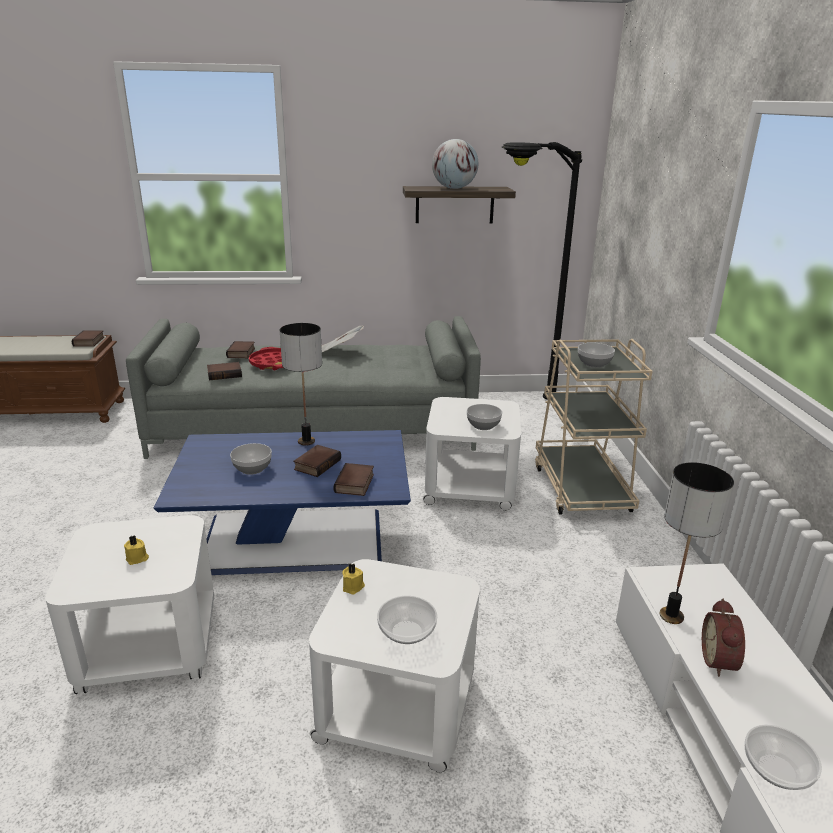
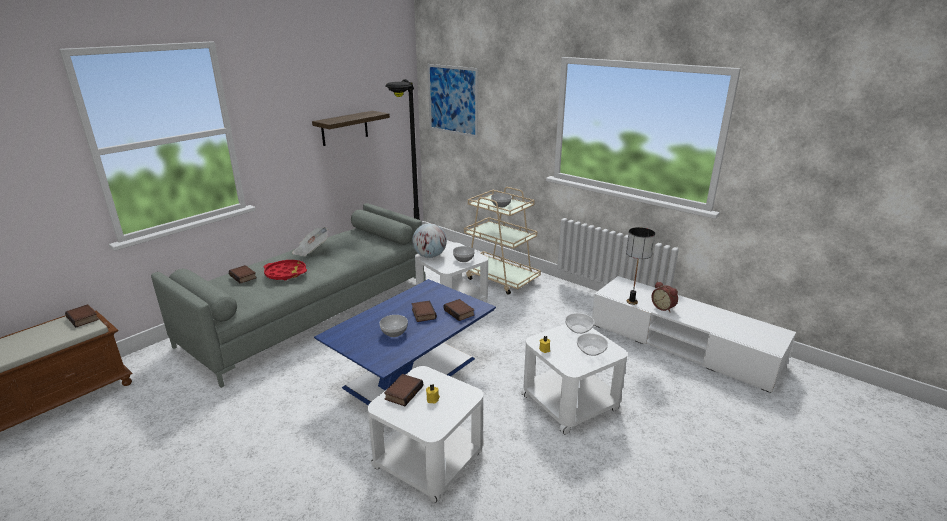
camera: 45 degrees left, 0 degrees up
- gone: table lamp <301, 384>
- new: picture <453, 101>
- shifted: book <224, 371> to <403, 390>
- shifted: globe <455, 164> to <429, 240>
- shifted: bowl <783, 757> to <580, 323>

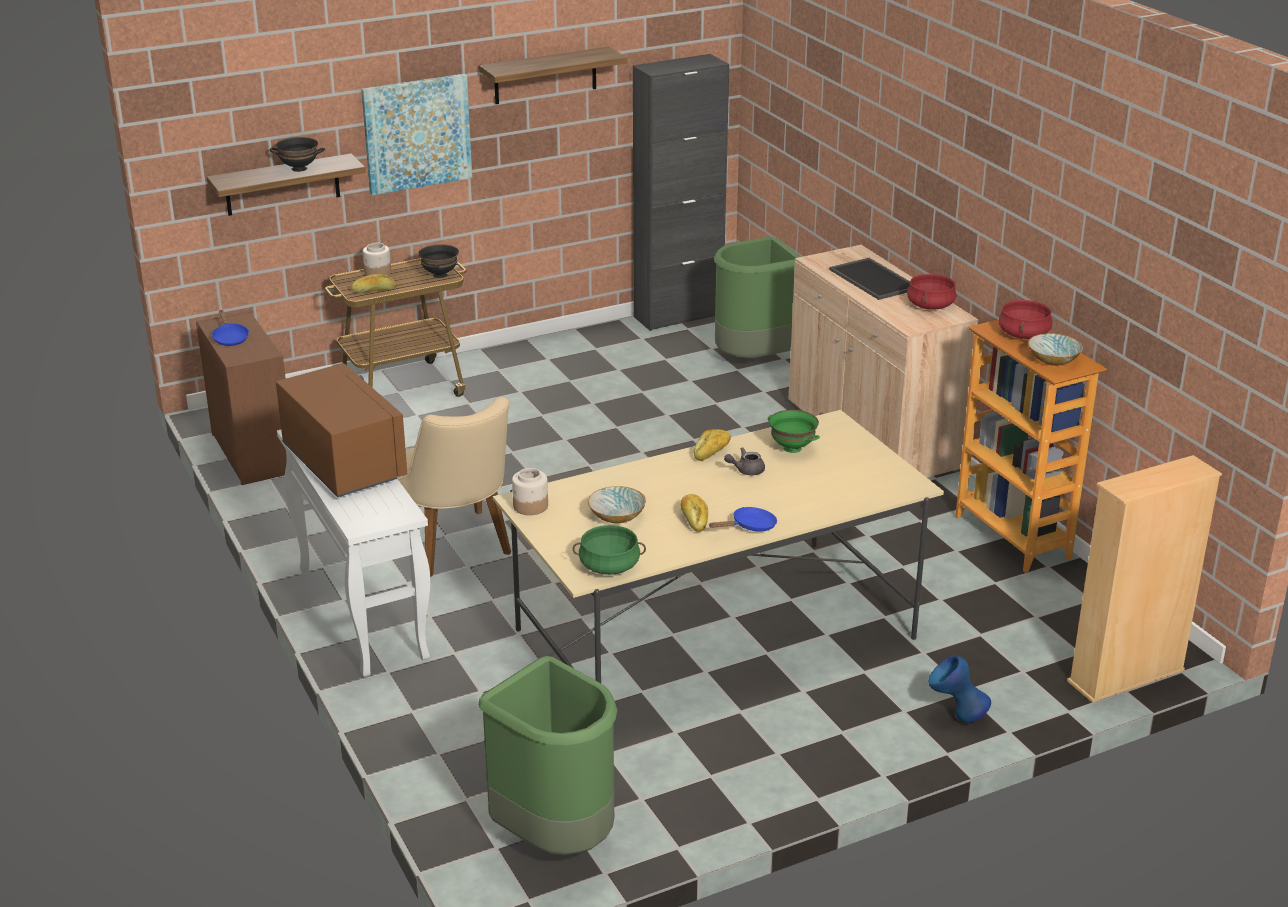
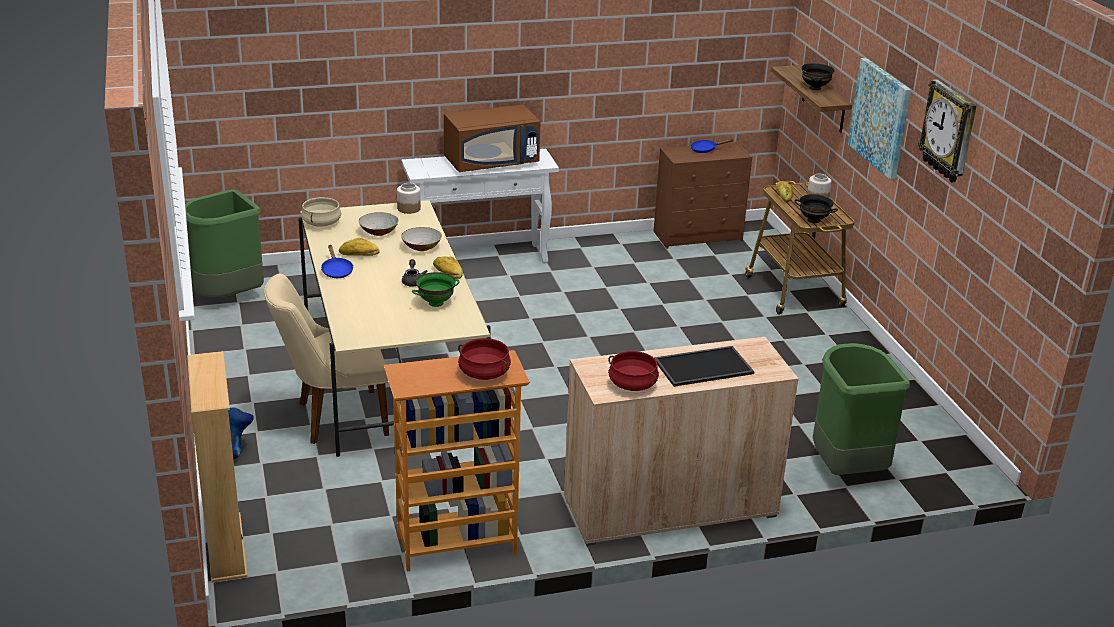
camera: 100 degrees right, 0 degrees up
- gone: black cabinet <681, 192>
- shifted: beige chair <454, 487> to <326, 359>
- shifted: bowl <1055, 349> to <421, 239>
- swapped: shelf <553, 75> to wall clock <947, 130>
- repainted: green cooking pot <609, 550> to beige cooking pot <321, 212>

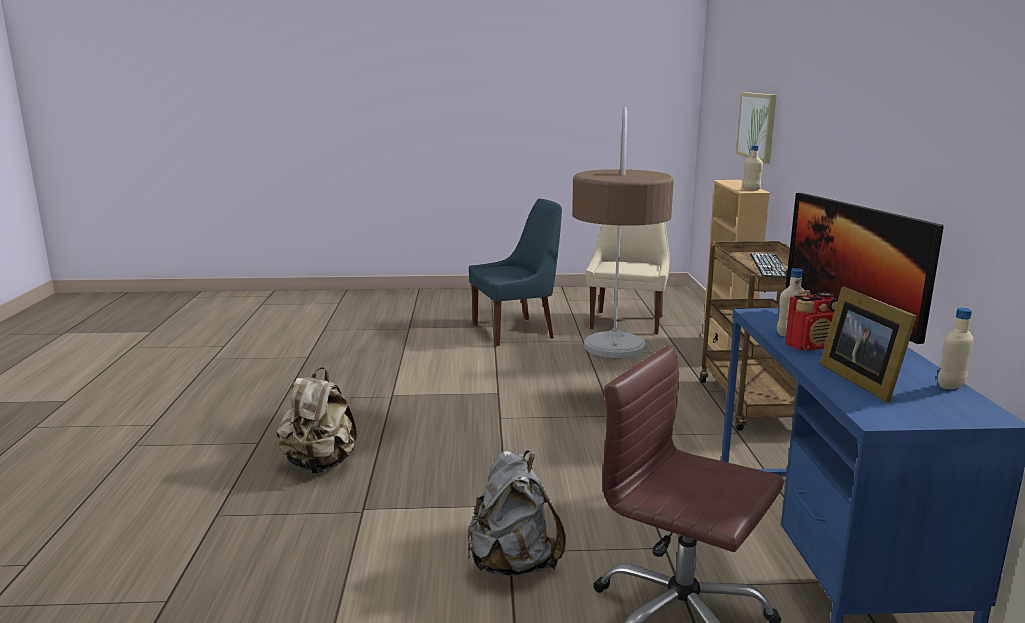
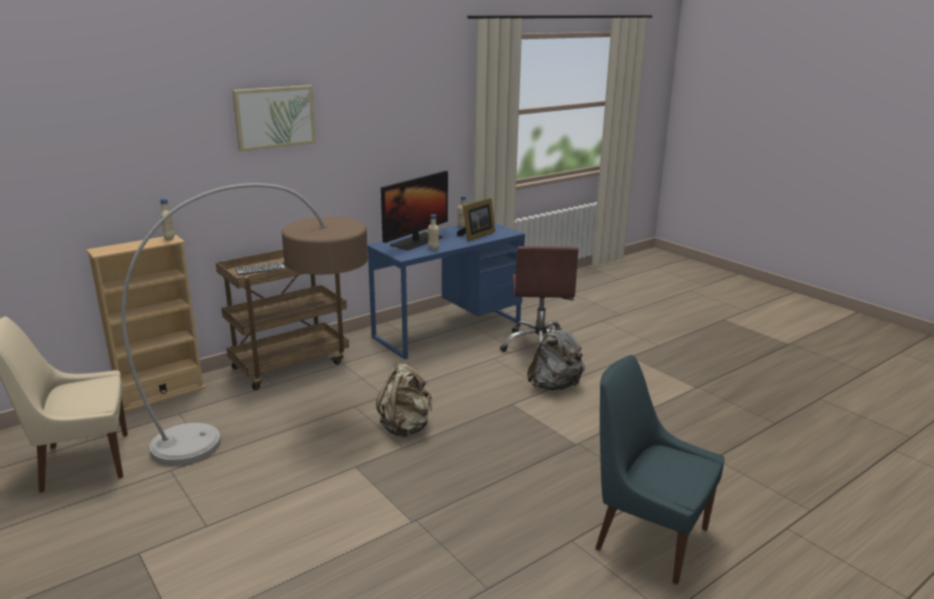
camera: 125 degrees left, 5 degrees up
- gone: radio <811, 320>
- shifted: beige backpack <317, 420> to <404, 399>
- shifted: blue chair <515, 272> to <660, 470>
- shifted: picture <756, 127> to <274, 118>

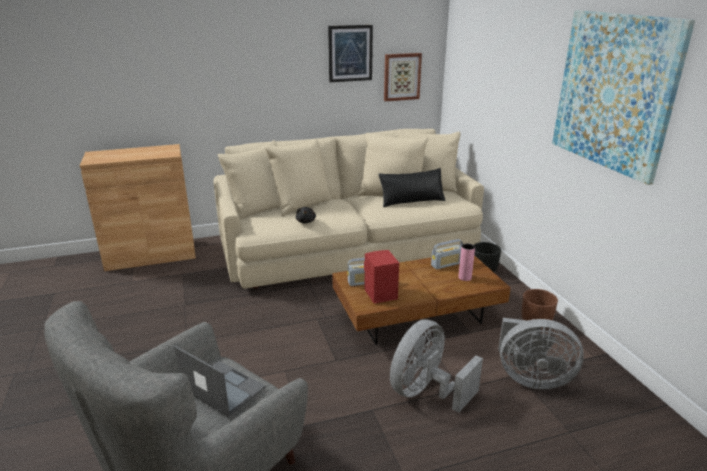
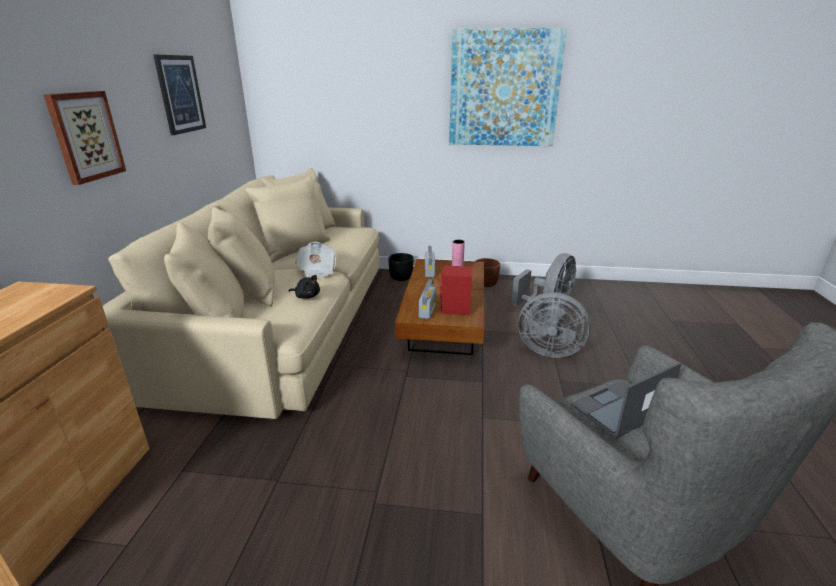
camera: 65 degrees left, 0 degrees up
- gone: black pillow <412, 187>
- new: newspaper <316, 260>
- shifted: picture <403, 77> to <84, 138>
- rotated: grey fan <436, 366> = <554, 325> 45 degrees counterclockwise

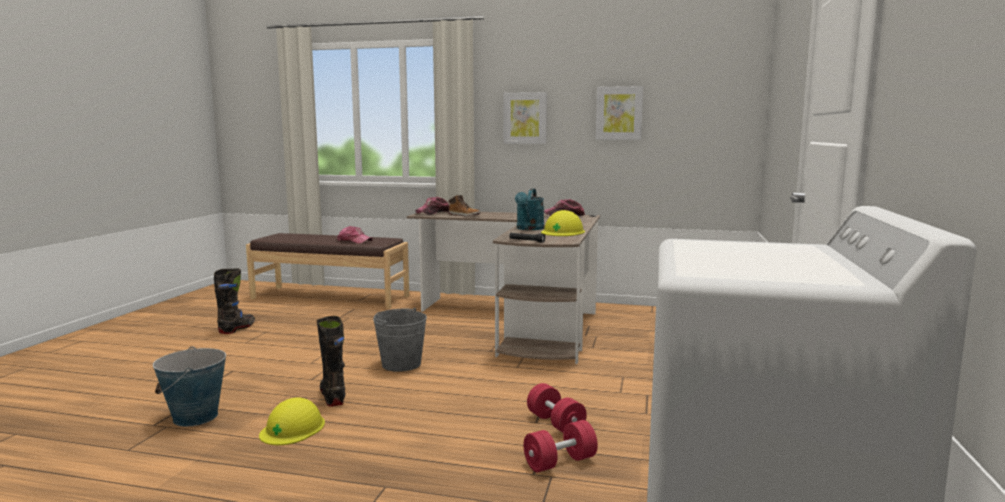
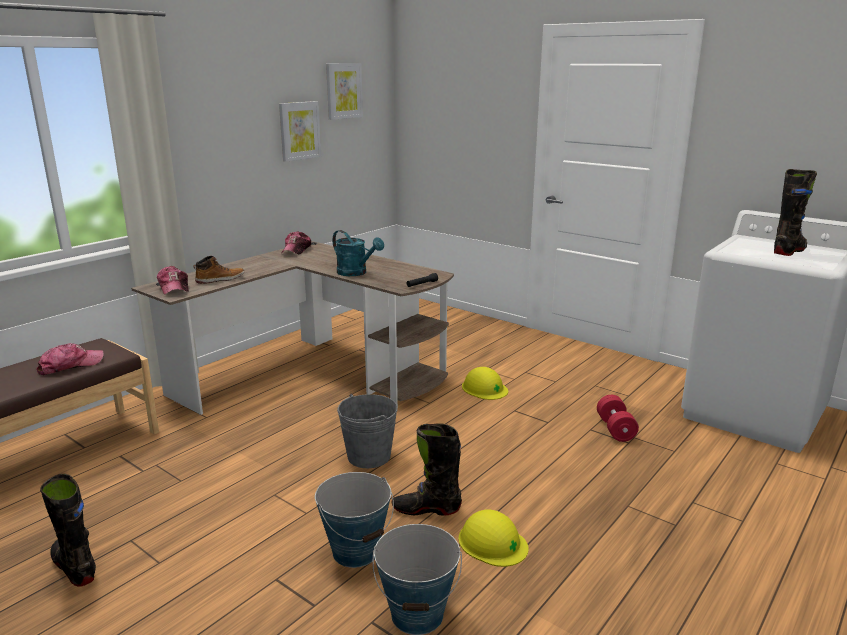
camera: 65 degrees left, 10 degrees up
- gone: red dumbbell <557, 408>
- new: bucket <354, 520>
- new: black boot <795, 212>
- shifted: picture <525, 118> to <344, 91>
- shifted: yellow hard hat <563, 223> to <485, 383>

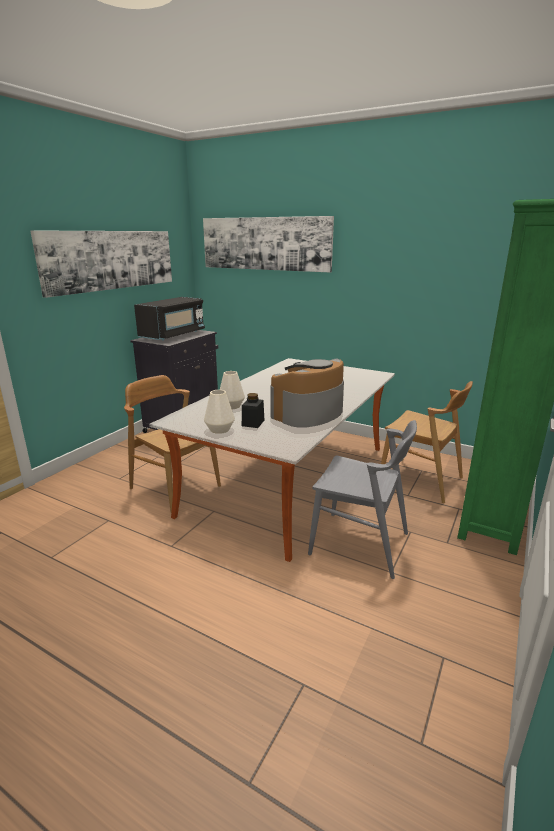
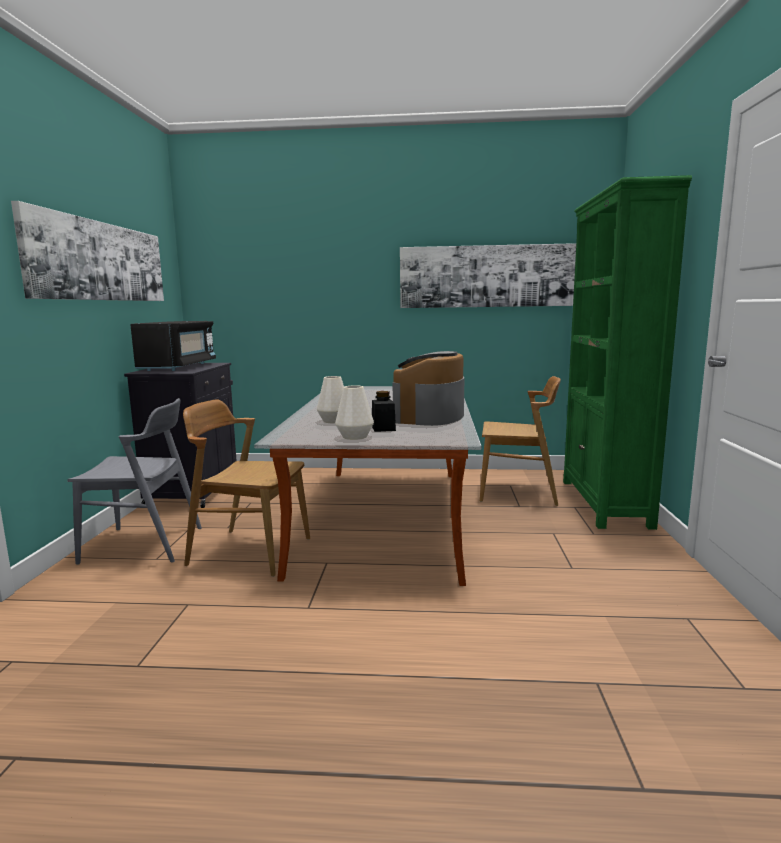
camera: 25 degrees left, 10 degrees down
- shifted: picture <268, 244> to <488, 275>
- shifted: grey chair <362, 499> to <135, 481>

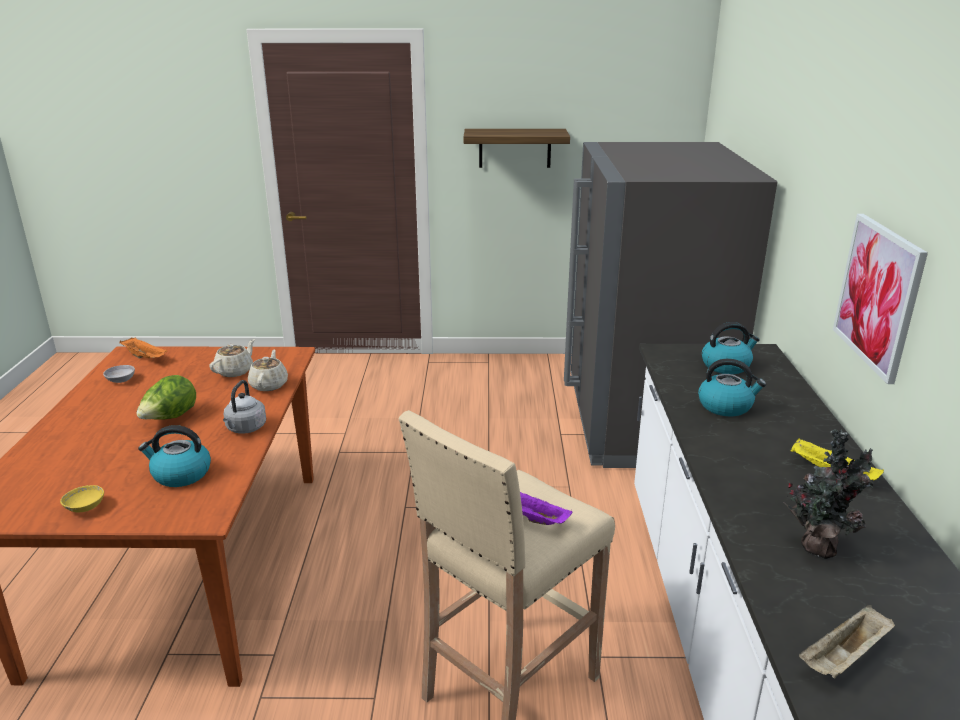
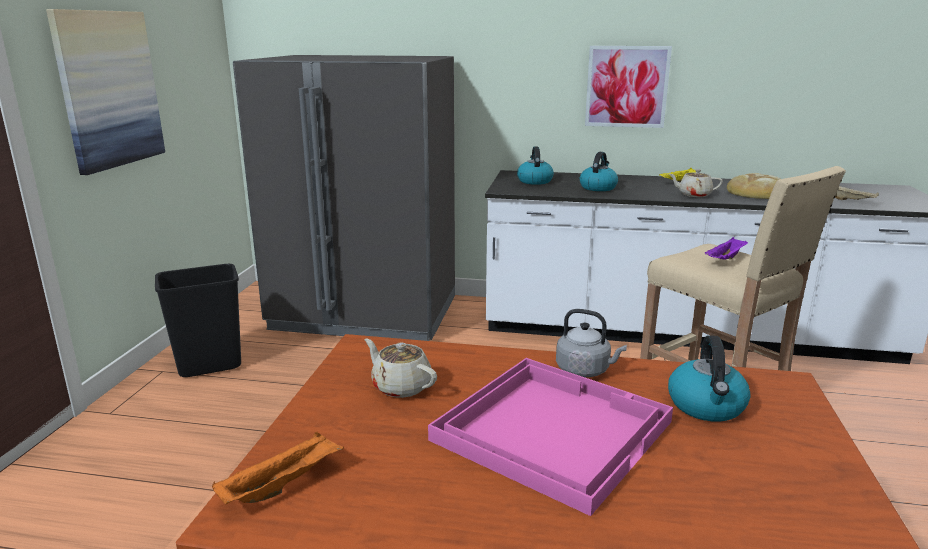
camera: 80 degrees left, 5 degrees down
- gone: yellow bowl <82, 498>
- gone: grey bowl <119, 374>
- new: black trash can <198, 320>
- shifted: beige teapot <268, 370> to <696, 183>
- swapped: lettuce <166, 397> to pink tray <550, 437>
- swapped: shelf <516, 148> to picture <105, 92>
- swapped: potted plant <828, 494> to bread <753, 186>

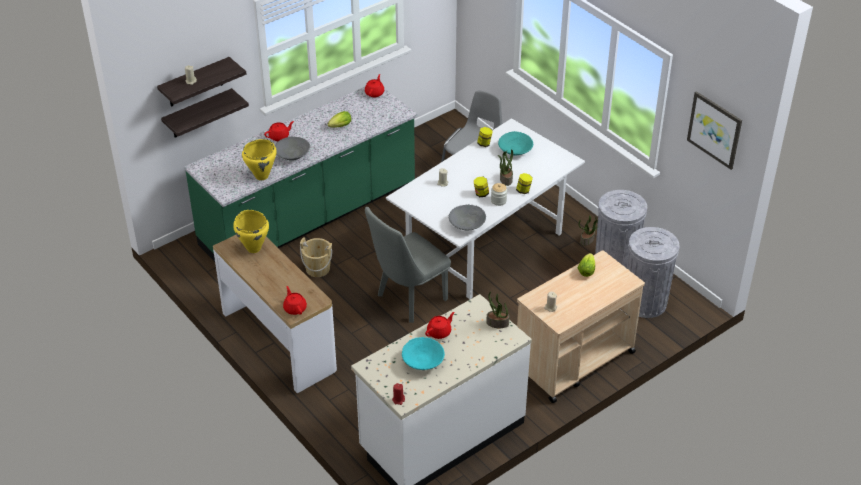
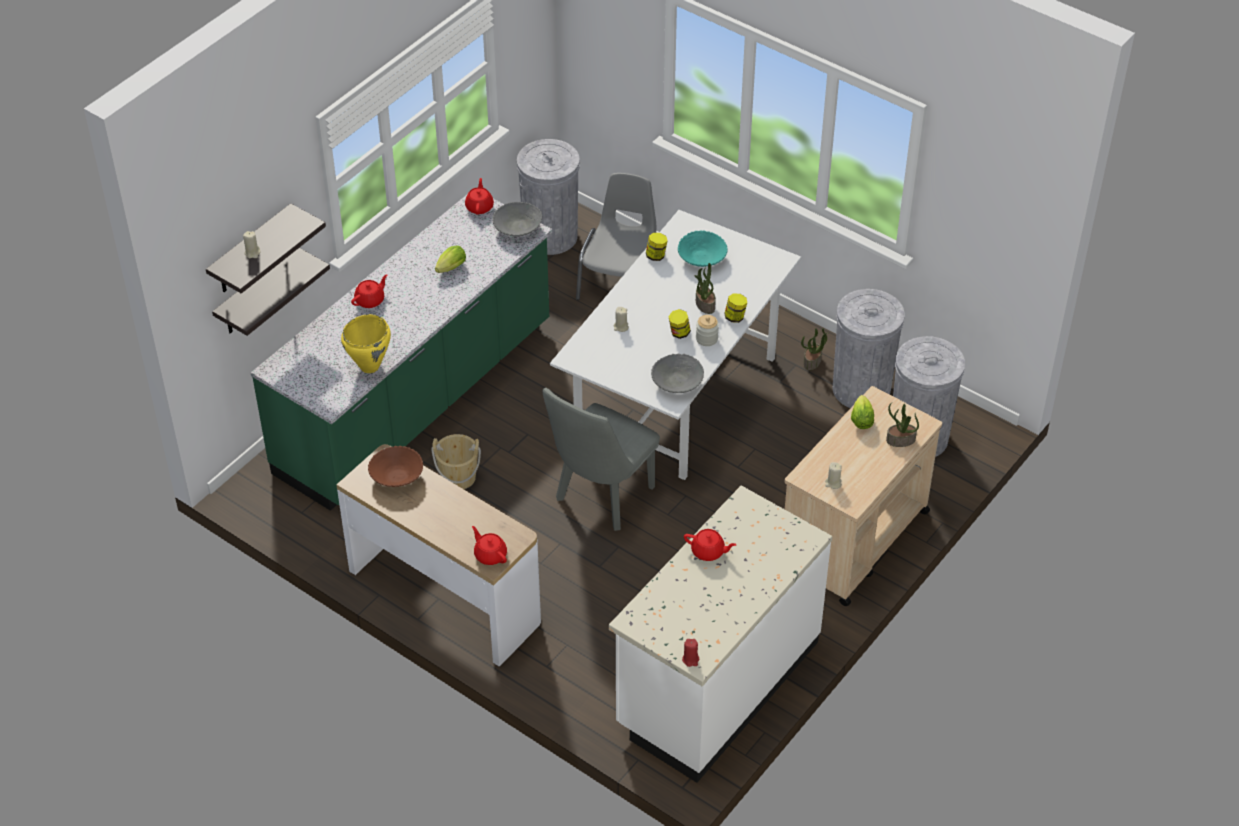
camera: 15 degrees left, 5 degrees up
- gone: turquoise bowl <423, 353>
- gone: picture <714, 130>
- new: grey trash can <548, 197>
- shifted: grey bowl <292, 149> to <517, 219>
- shifted: potted plant <497, 310> to <902, 425>
- swapped: yellow cooking pot <251, 231> to brown bowl <395, 466>
- rotated: red teapot <440, 325> = <710, 545> 75 degrees clockwise

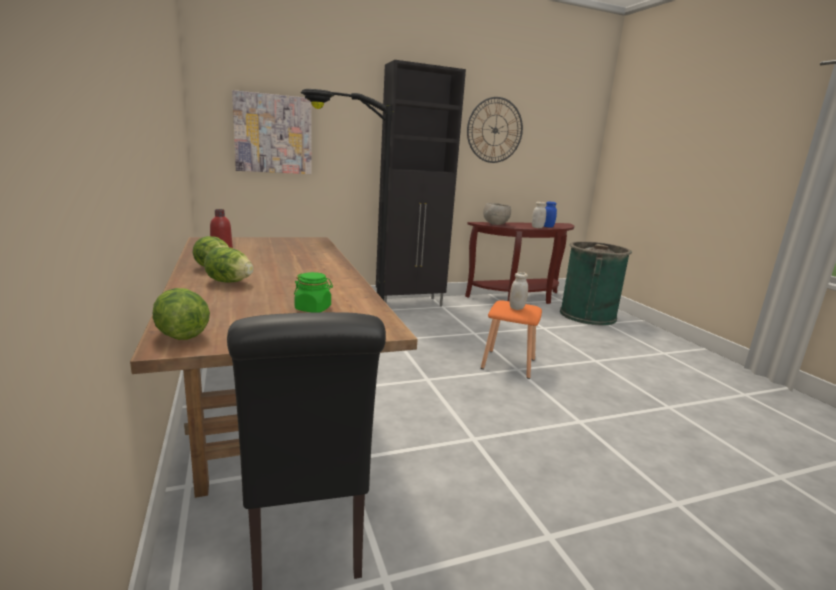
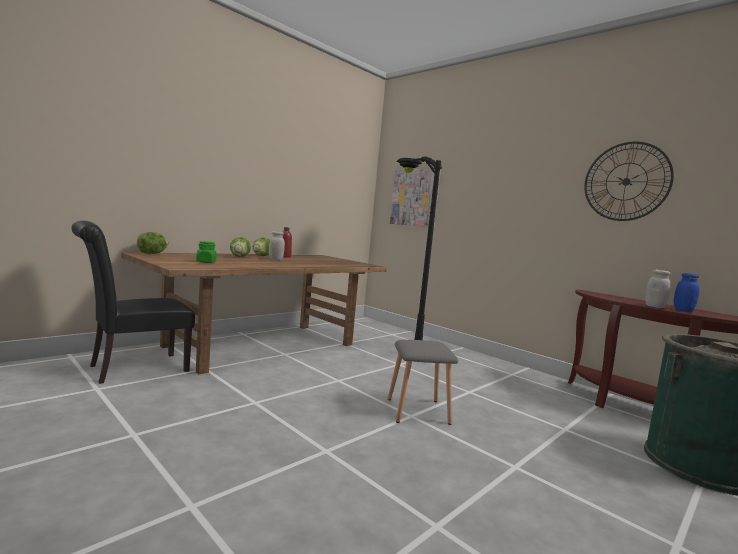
camera: 65 degrees right, 10 degrees down
- gone: black cabinet <421, 183>
- gone: grey bowl <497, 214>
- shifted: white jar <519, 291> to <277, 246>
- repainted: orange stool <511, 339> to grey stool <423, 382>

